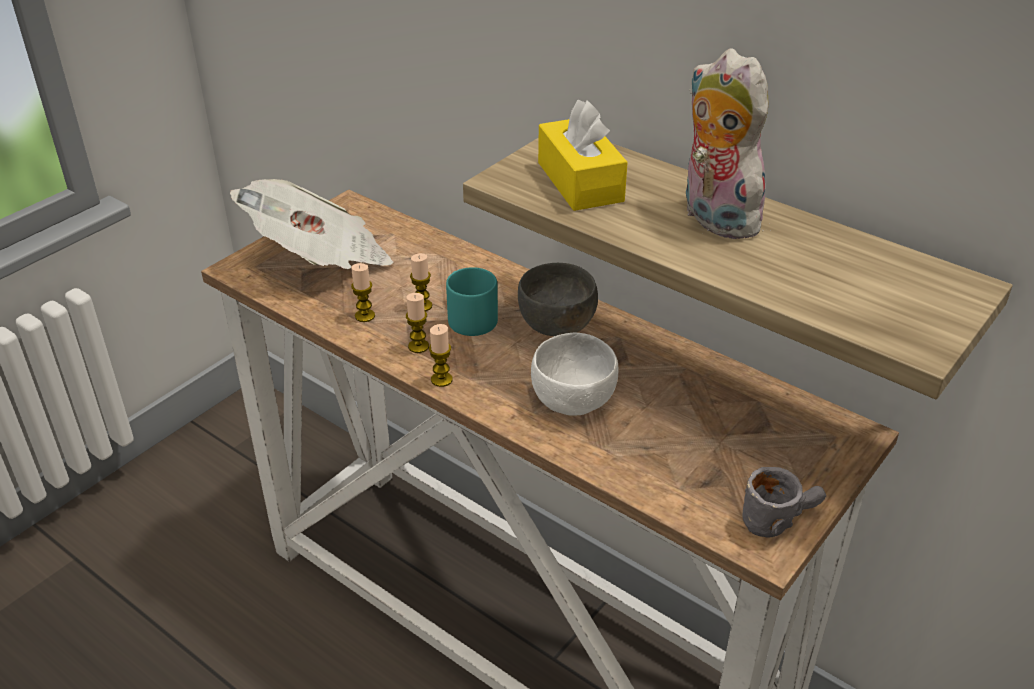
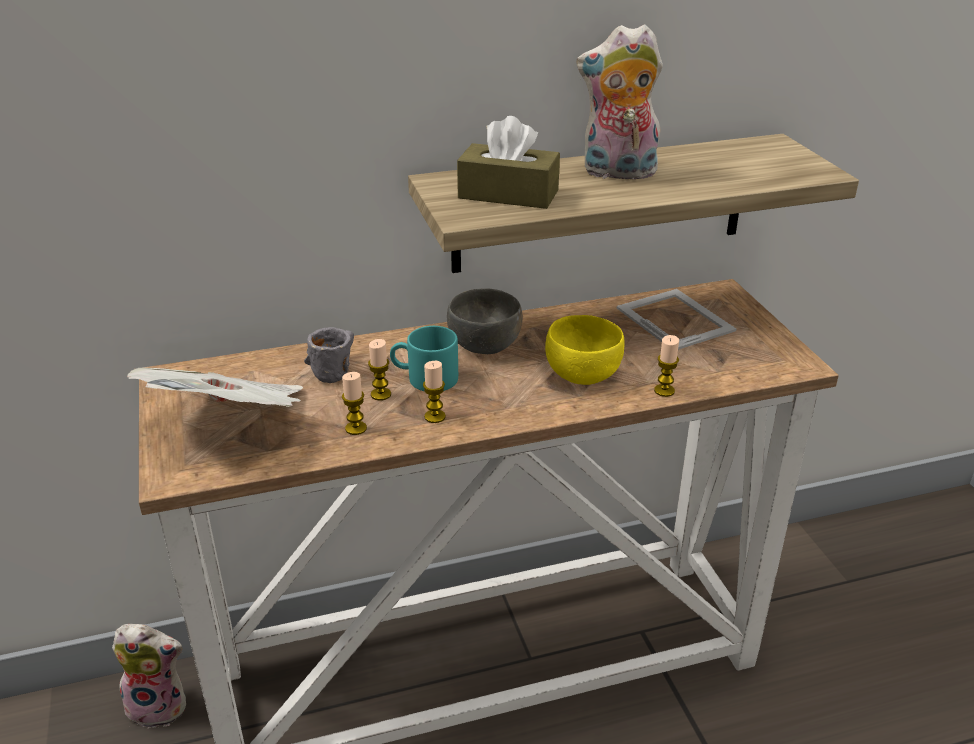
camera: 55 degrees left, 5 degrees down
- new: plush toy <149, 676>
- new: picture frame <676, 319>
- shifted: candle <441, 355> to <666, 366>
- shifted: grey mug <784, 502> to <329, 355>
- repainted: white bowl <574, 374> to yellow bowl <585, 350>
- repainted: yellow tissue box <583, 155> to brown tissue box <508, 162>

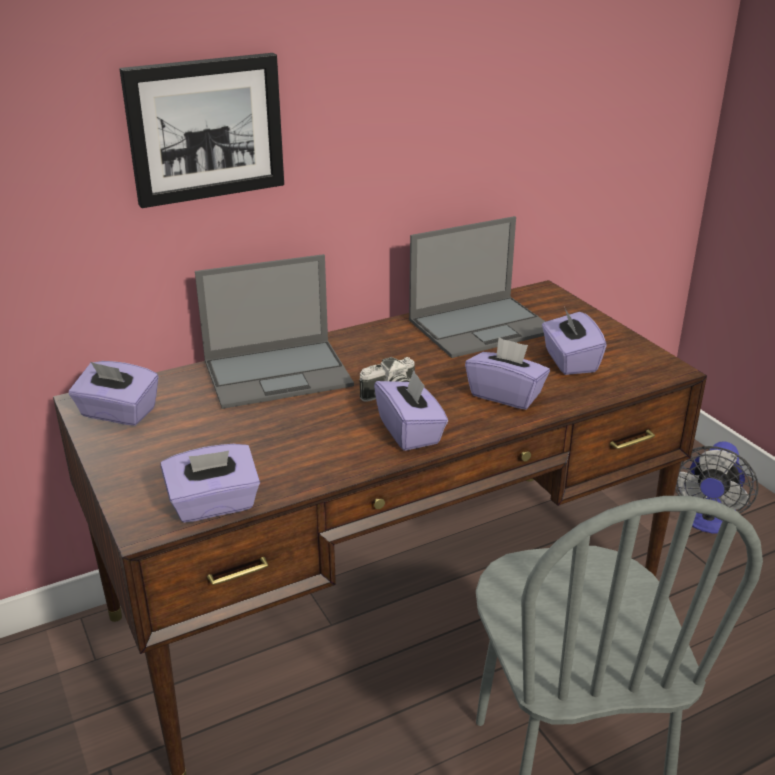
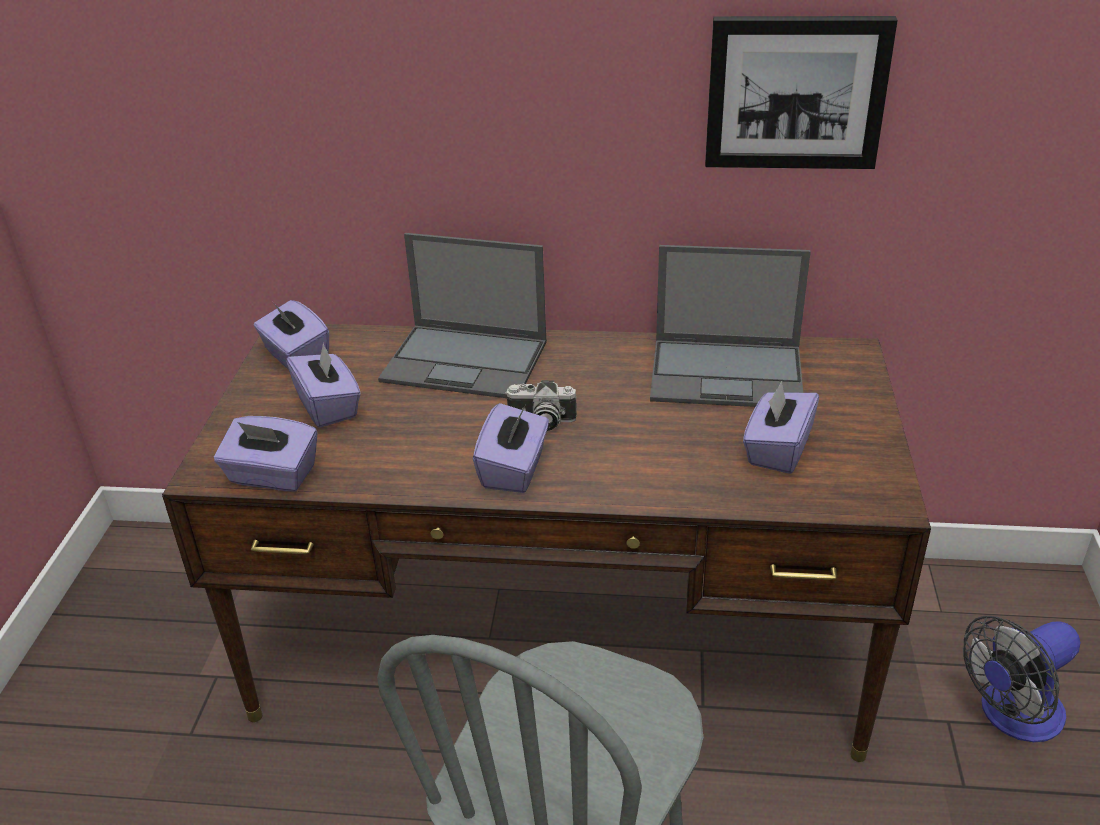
camera: 35 degrees right, 5 degrees up
- shifted: picture <201, 130> to <801, 92>
- shifted: purple tissue box <507, 373> to <323, 385>

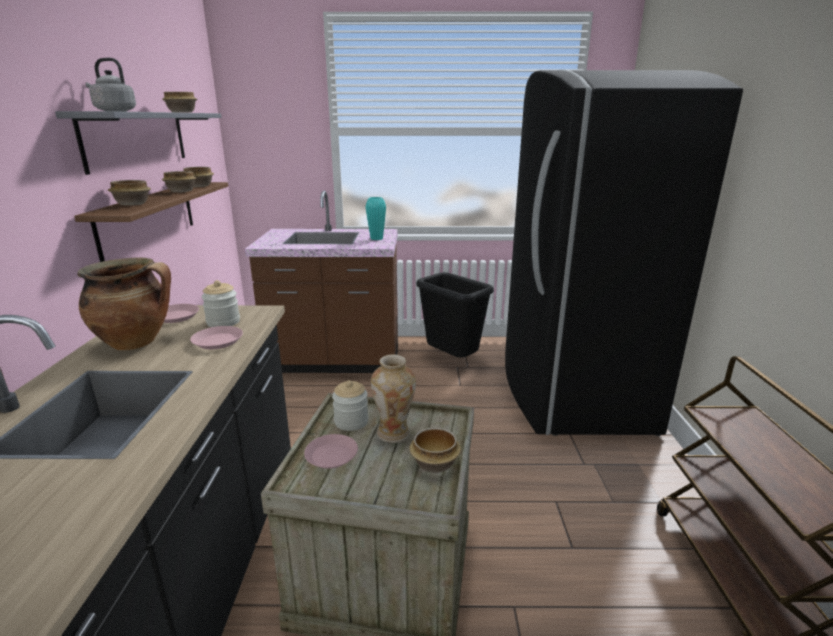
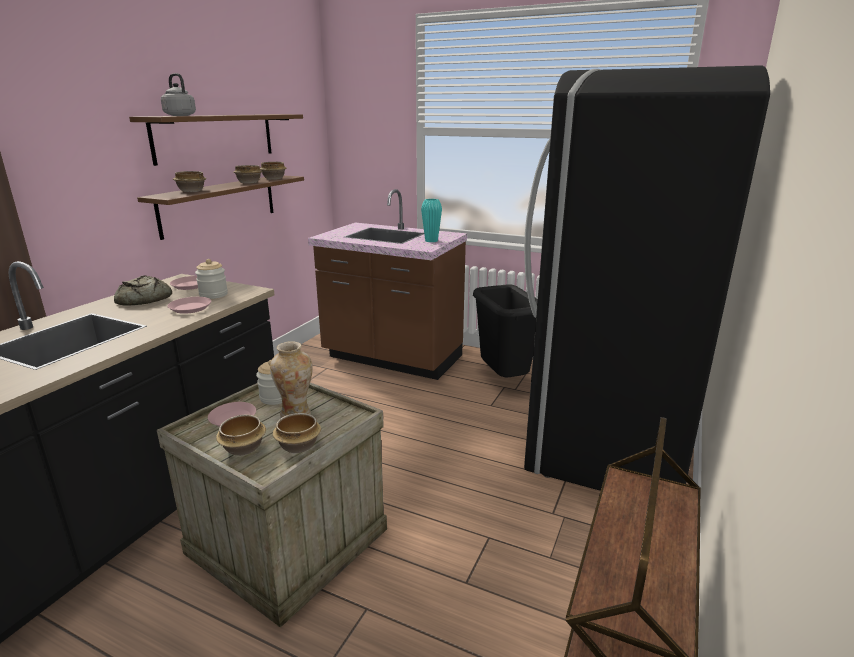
camera: 25 degrees right, 0 degrees up
- shifted: bowl <179, 102> to <241, 435>
- swapped: cooking pot <124, 304> to bread <143, 290>
- repainted: grey shelf <138, 143> to brown shelf <216, 140>

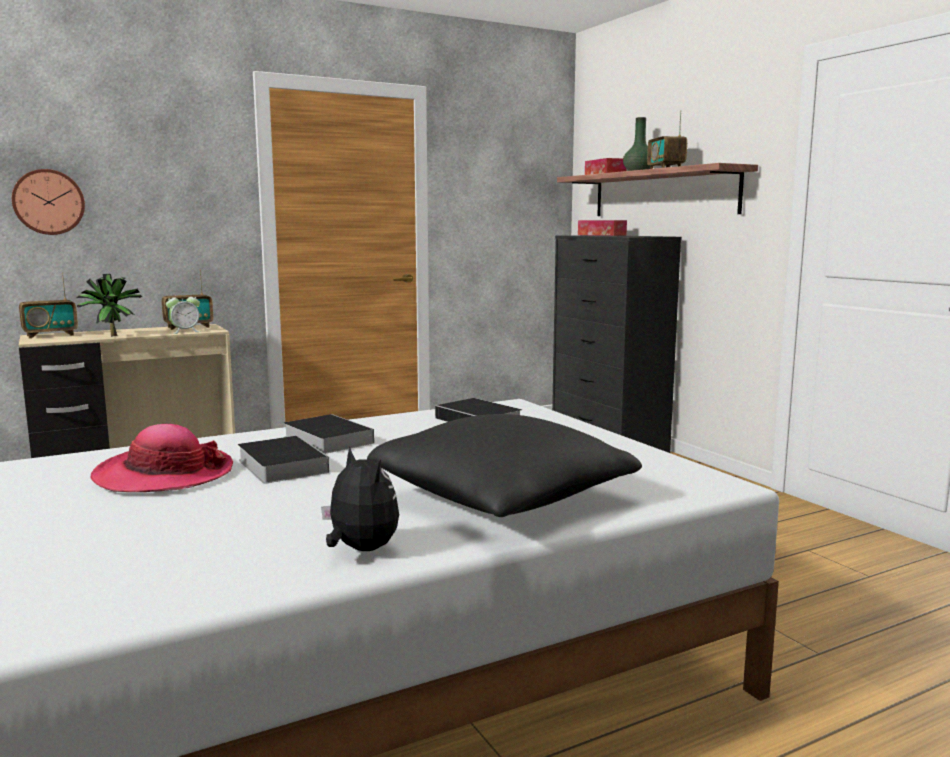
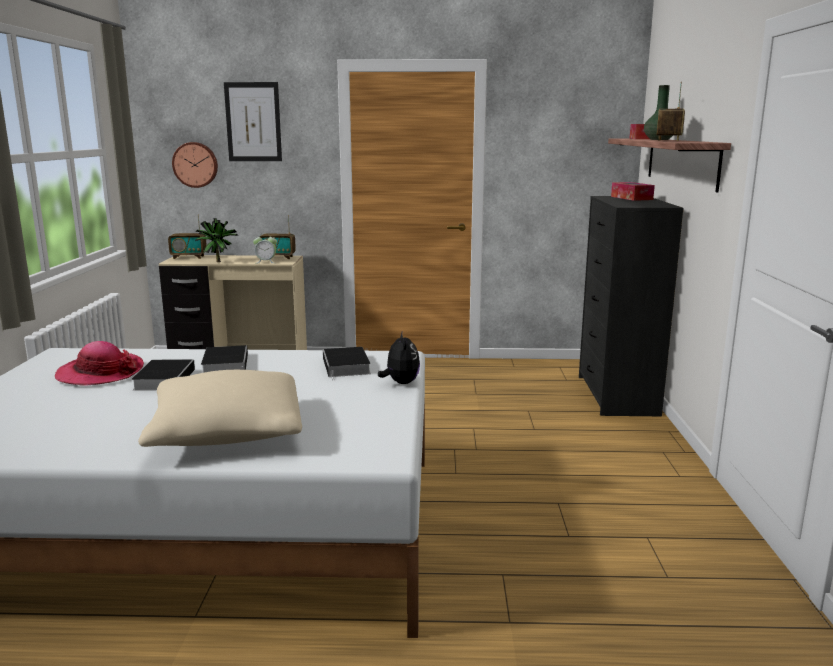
camera: 30 degrees right, 5 degrees up
- new: picture <253, 121>
- shifted: plush toy <360, 499> to <399, 357>
- repainted: black pillow <504, 465> to beige pillow <220, 408>

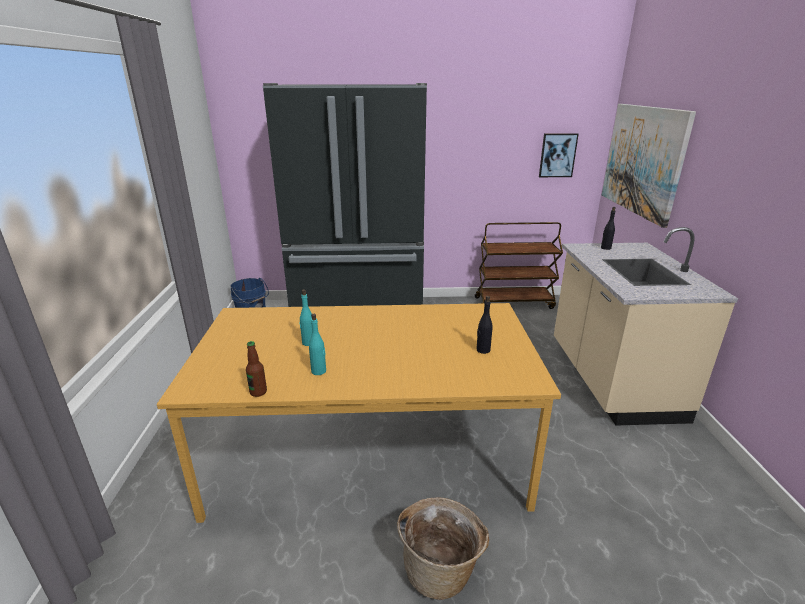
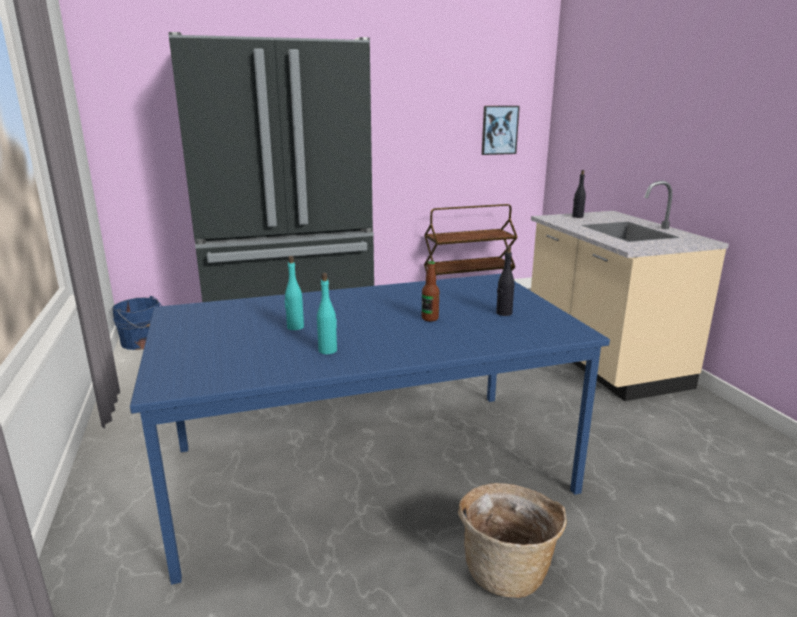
camera: 15 degrees left, 5 degrees down
- gone: picture <649, 166>
- shifted: bottle <256, 369> to <430, 291>
- repainted: orange dining table <359, 413> to blue dining table <370, 429>

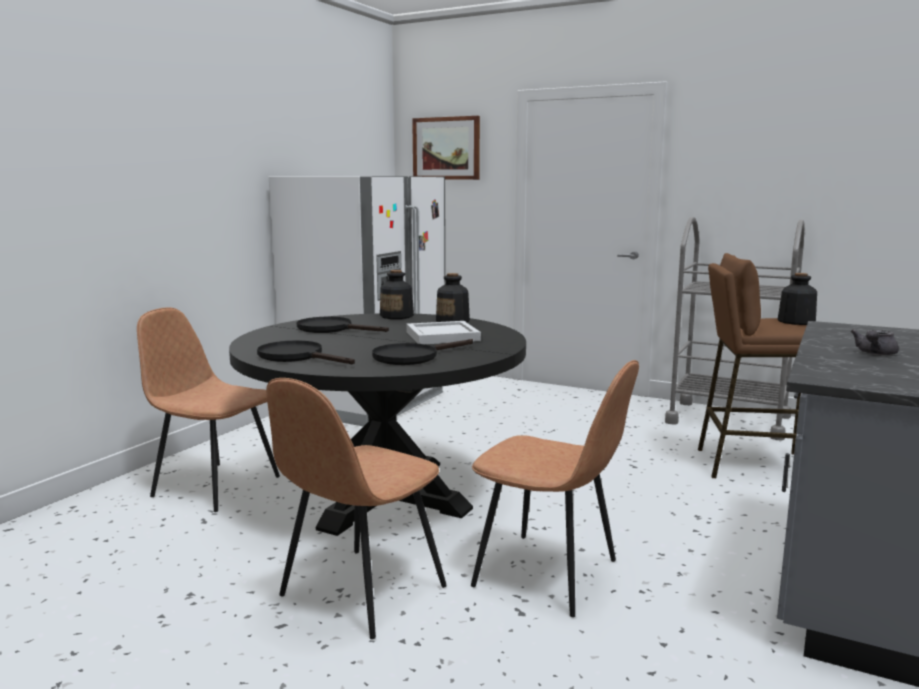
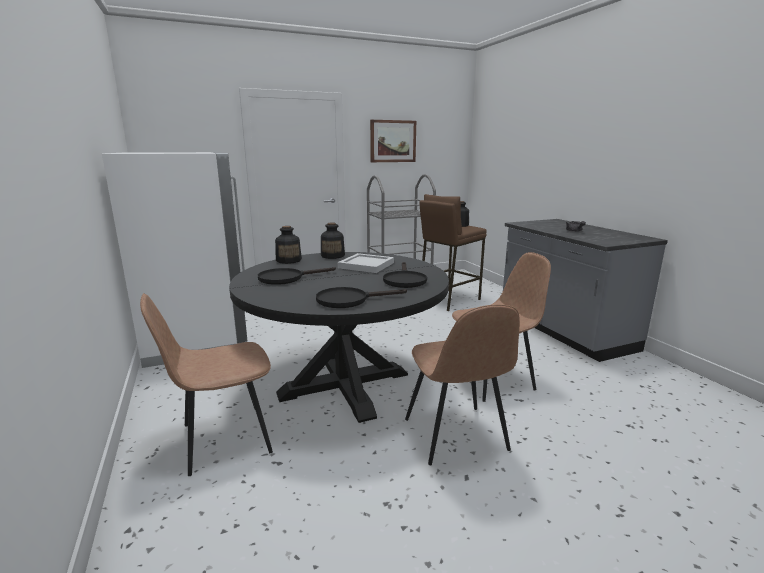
camera: 50 degrees left, 5 degrees up
- shifted: picture <446, 148> to <393, 141>

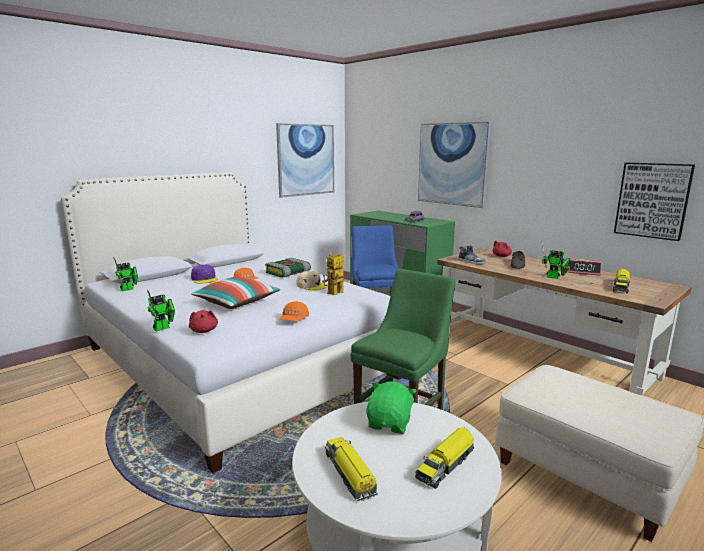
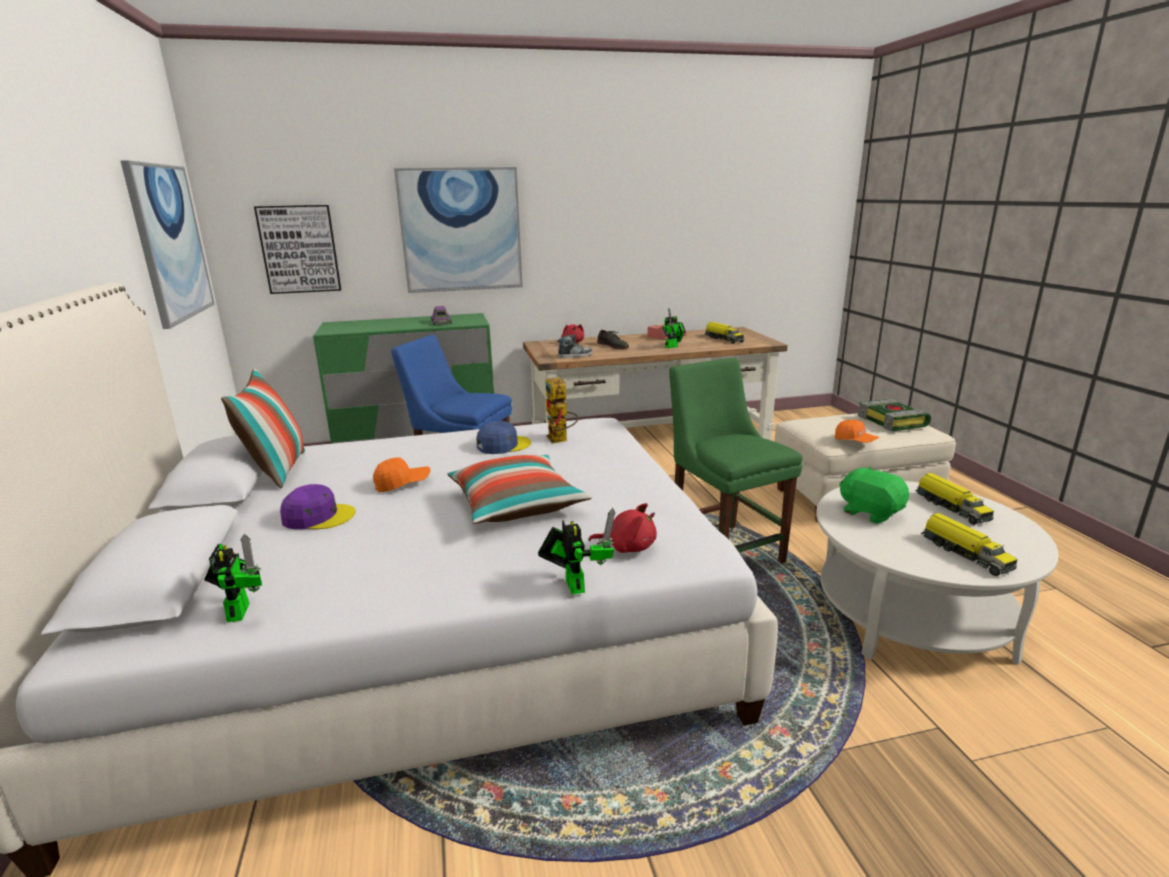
camera: 60 degrees left, 5 degrees up
- new: pillow <263, 428>
- shifted: book <288, 267> to <894, 415>
- shifted: orange cap <294, 311> to <857, 431>
- shifted: picture <654, 202> to <297, 249>
- repainted: beige cap <312, 280> to blue cap <503, 437>
- rotated: toy truck <351, 469> = <969, 544> 120 degrees counterclockwise

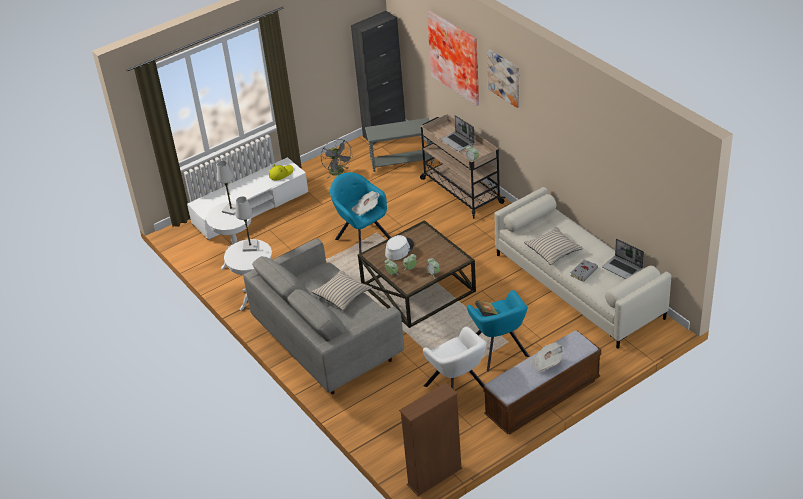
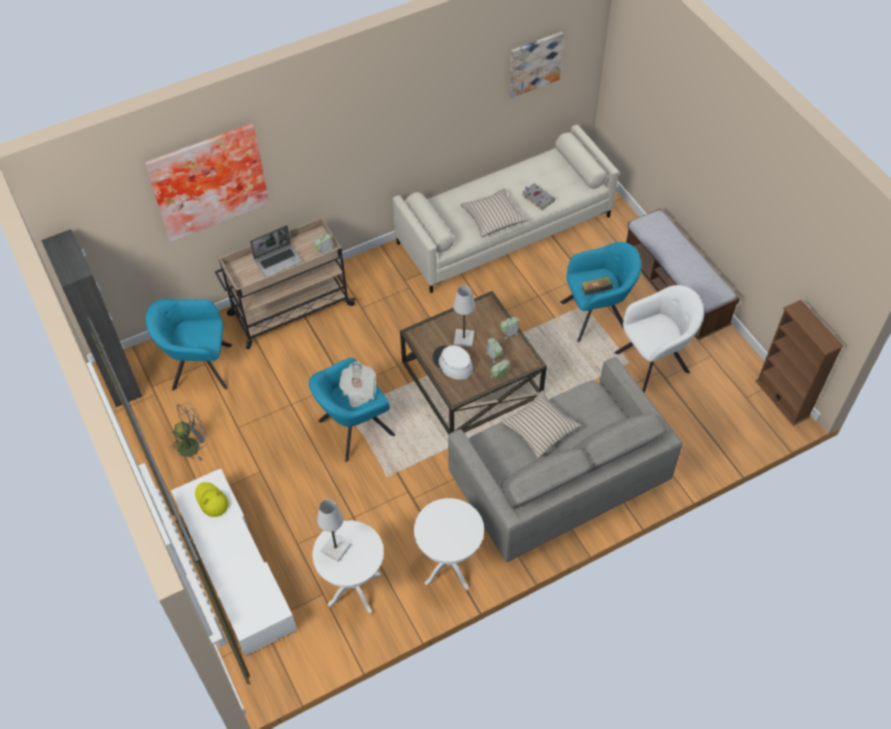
camera: 85 degrees left, 15 degrees up
- gone: newspaper <547, 357>
- gone: laptop <623, 259>
- shifted: white table lamp <247, 224> to <464, 316>
- shifted: picture <503, 78> to <536, 65>
- swapped: grey side table <399, 145> to turquoise armchair <189, 345>

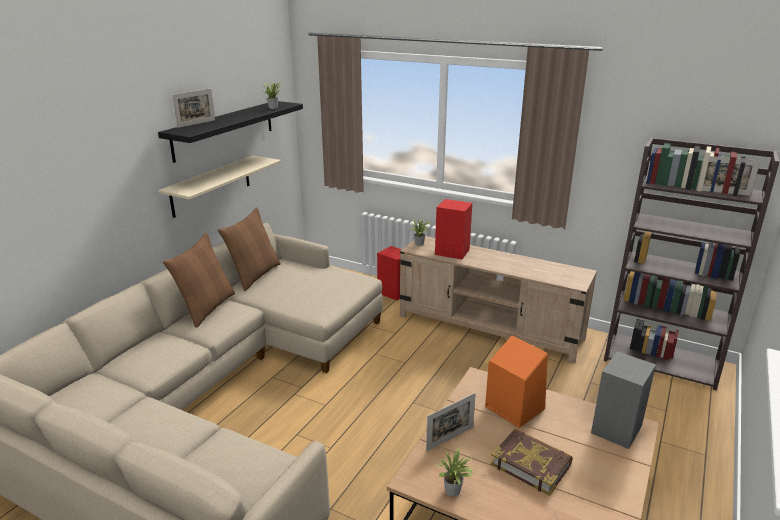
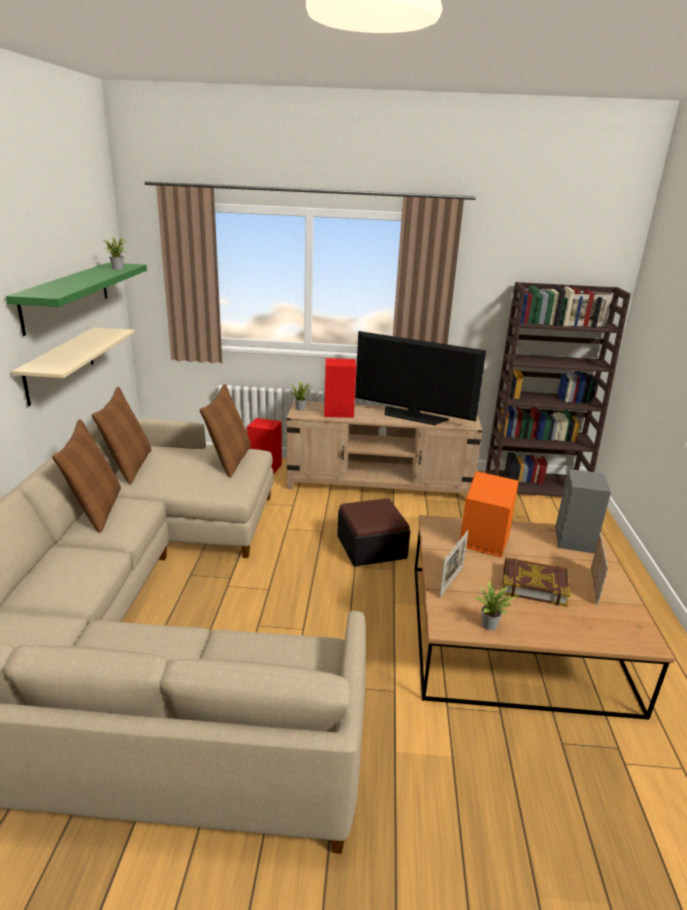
camera: 25 degrees left, 0 degrees up
- new: brown pillow <225, 431>
- new: ottoman <373, 532>
- new: television <420, 378>
- shifted: picture frame <193, 108> to <599, 569>
- repainted: black shelf <230, 132> to green shelf <76, 299>

